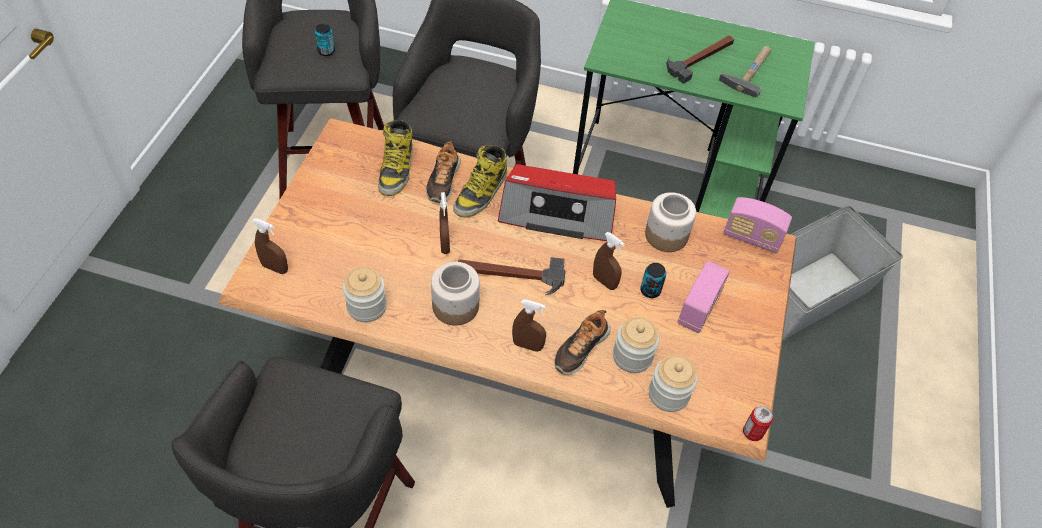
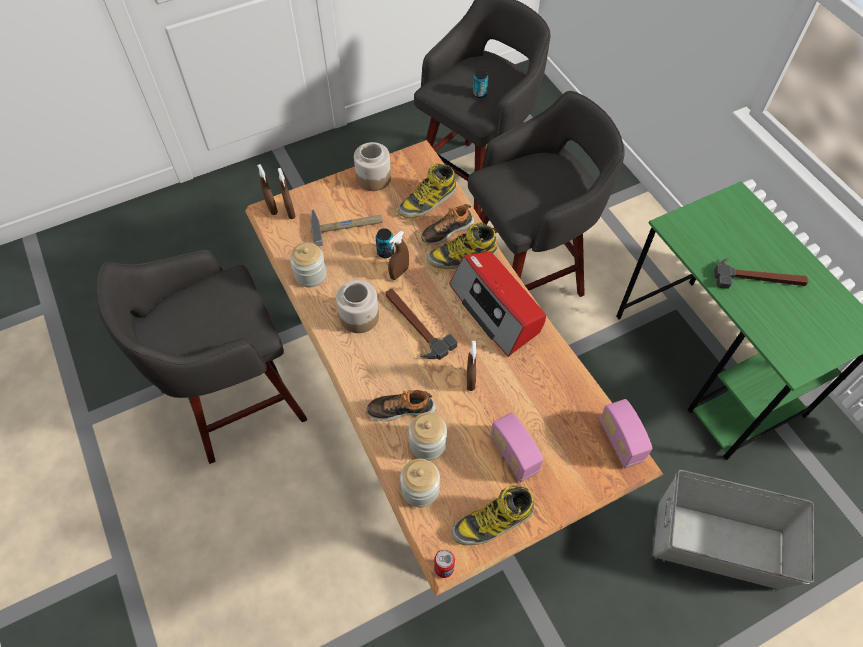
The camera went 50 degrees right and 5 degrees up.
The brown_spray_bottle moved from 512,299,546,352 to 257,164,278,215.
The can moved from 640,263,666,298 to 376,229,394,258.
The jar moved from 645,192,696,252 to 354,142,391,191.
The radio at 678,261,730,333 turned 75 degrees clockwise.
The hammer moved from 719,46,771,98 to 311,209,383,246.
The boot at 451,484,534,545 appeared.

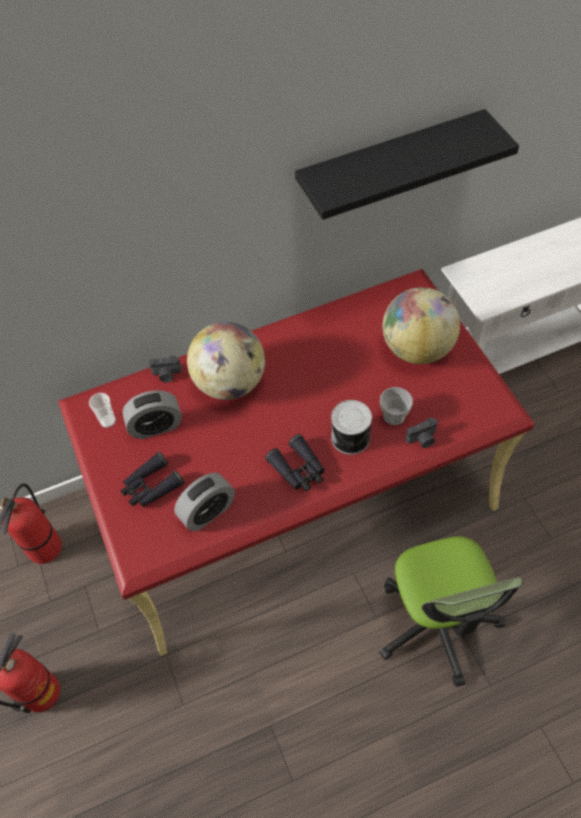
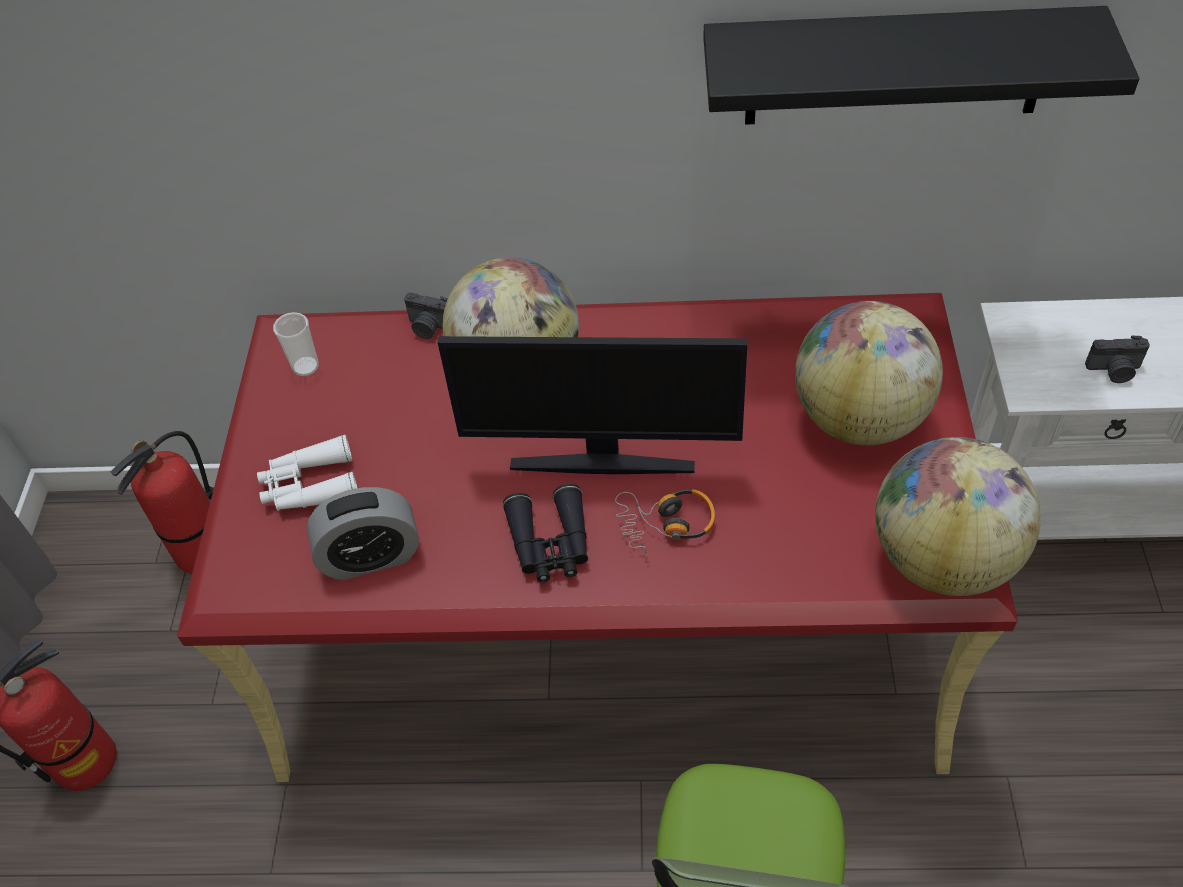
The camera went 25 degrees right and 5 degrees down.
The black_binoculars at 120,452,184,507 became the white_binoculars at 257,435,357,511.
The alarm_clock at 122,390,182,439 disappeared.
The can at 331,400,372,455 was replaced by the headphones at 615,489,715,557.
The cup at 380,387,413,425 disappeared.
The photo_camera moved from 405,418,437,448 to 1085,335,1150,383.
The monitor at 438,336,747,474 appeared.
The globe at 875,437,1041,596 appeared.

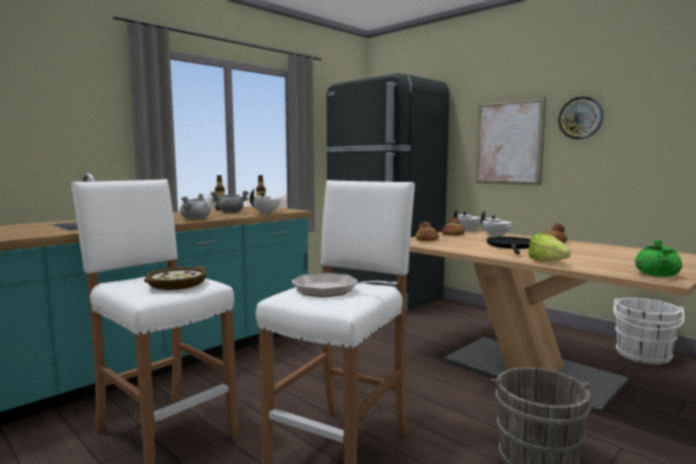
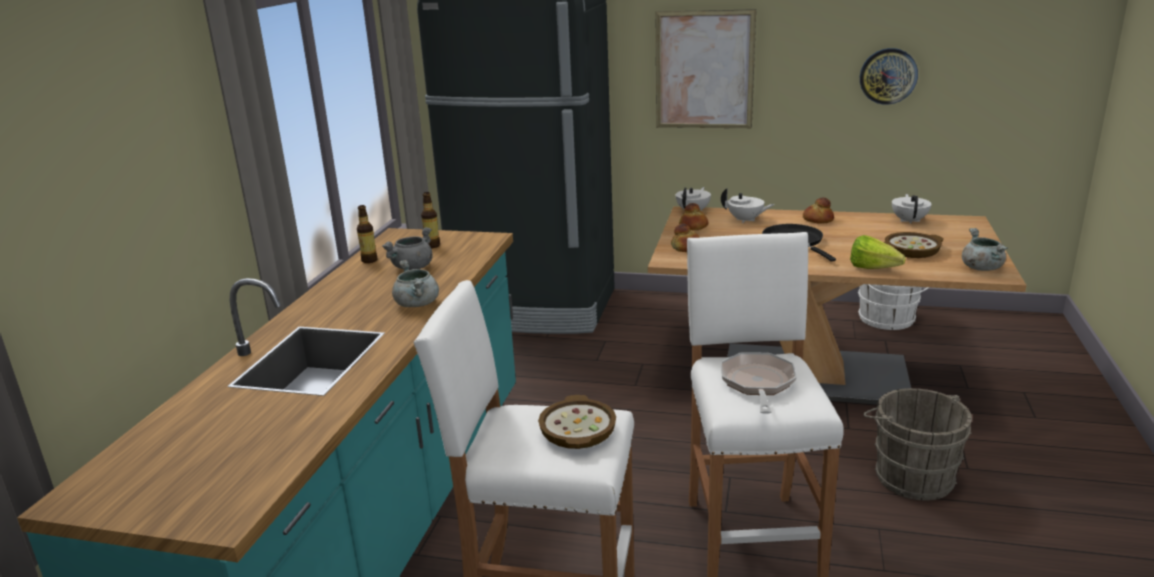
The camera went 30 degrees left and 15 degrees up.
The white_teapot moved from 250,189,283,214 to 892,194,932,224.
The frying_pan at 292,273,398,297 turned 105 degrees clockwise.
The wall_clock moved from 558,96,603,139 to 860,48,918,105.
The green_cooking_pot at 635,239,682,277 became the grey_cooking_pot at 962,228,1008,271.
The bowl at 884,232,943,258 appeared.

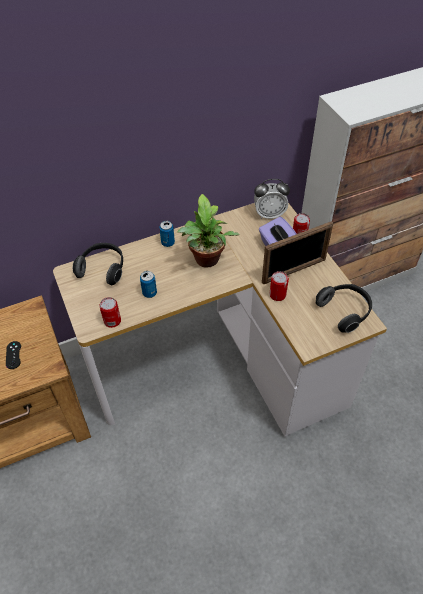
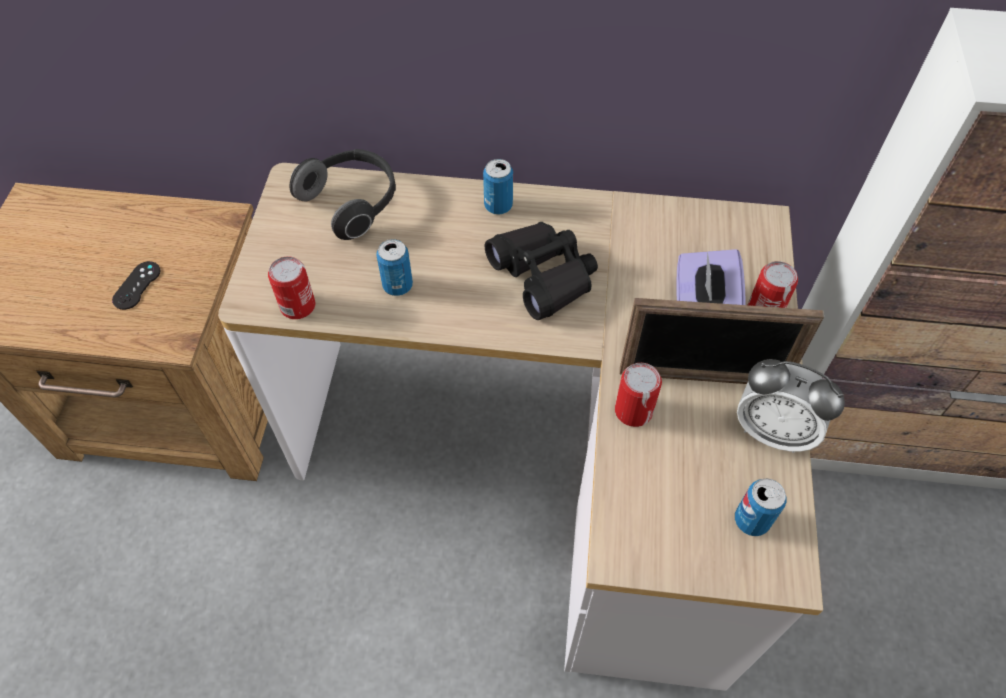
The camera went 30 degrees right and 5 degrees up.
The potted_plant at 177,194,239,267 was replaced by the black_binoculars at 485,222,598,320.
The alarm_clock moved from 254,179,290,219 to 737,359,845,453.
The headphones at 316,284,372,333 was replaced by the can at 735,478,786,536.

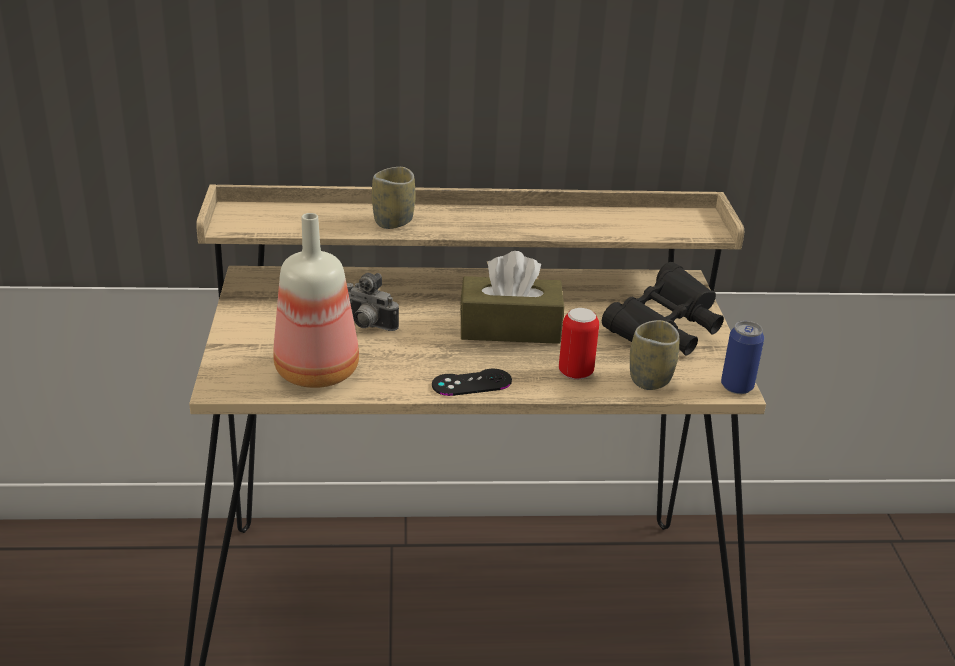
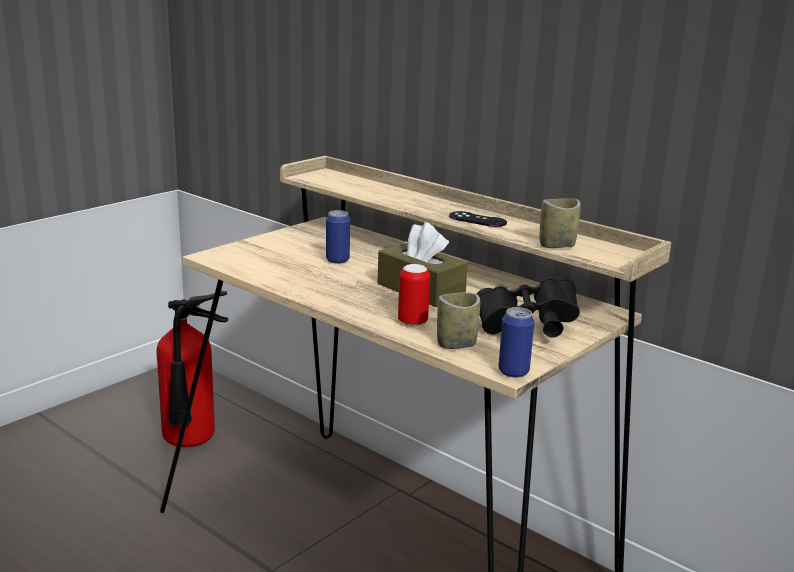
The camera went 45 degrees right and 10 degrees down.
The bottle at 273,213,359,388 disappeared.
The photo_camera at 347,273,399,331 was replaced by the can at 326,210,350,264.
The cup moved from 372,167,415,229 to 540,198,581,248.
The black_game_controller moved from 432,369,512,396 to 449,211,507,227.
The fire_extinguisher at 156,291,228,447 appeared.

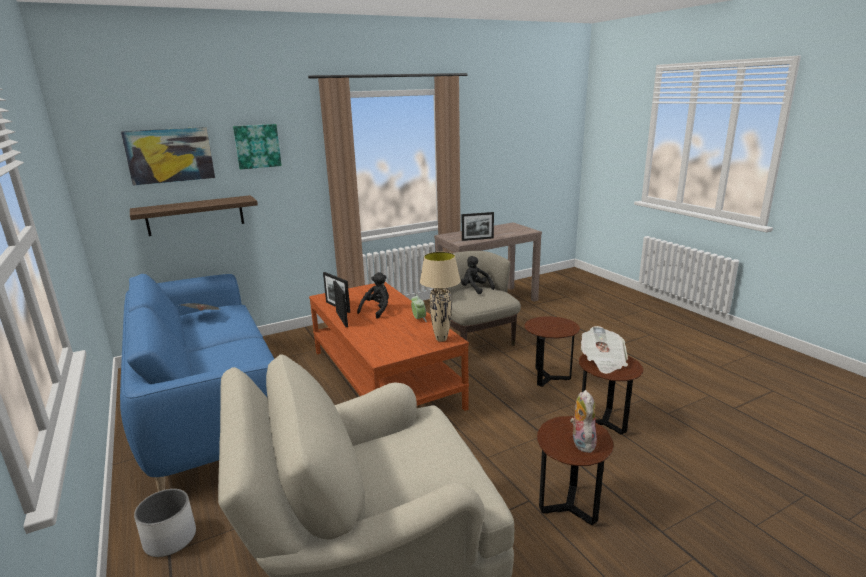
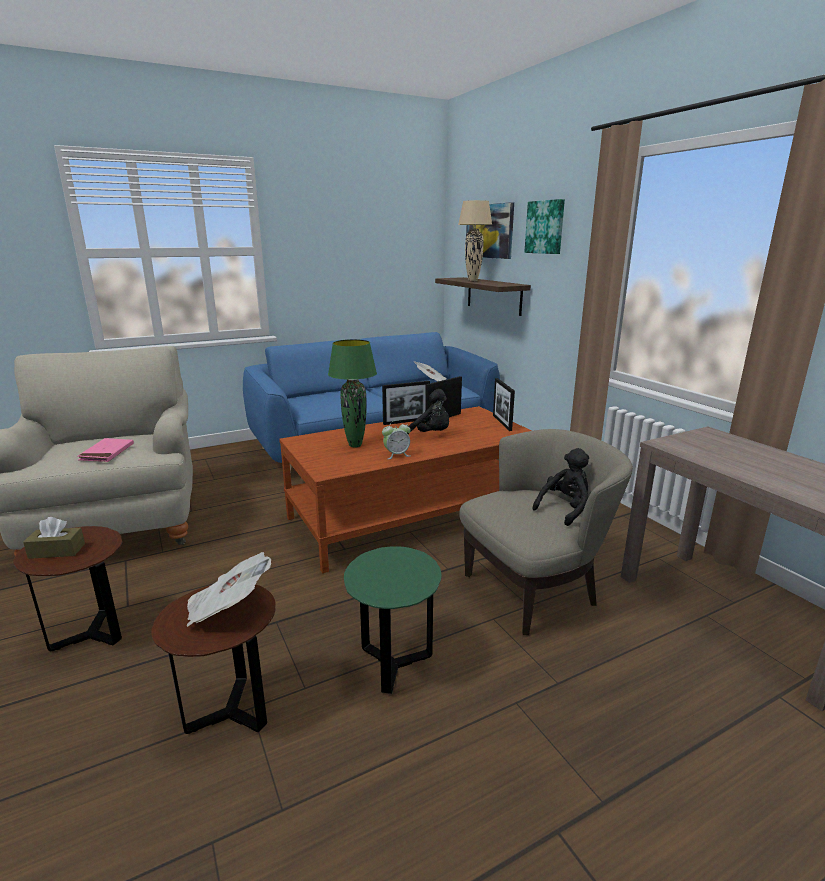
The camera went 90 degrees right and 0 degrees up.
The white_planter at 134,489,196,557 disappeared.
The beige_table_lamp moved from 420,252,461,342 to 458,200,492,281.
The picture_frame moved from 462,212,494,241 to 493,378,515,431.
The brown_side_table at 525,316,580,387 became the green_side_table at 344,546,441,694.
The plush_toy at 570,390,597,453 was replaced by the brown_tissue_box at 23,517,85,559.
The pink_book at 77,438,134,462 appeared.
The green_table_lamp at 328,339,377,448 appeared.

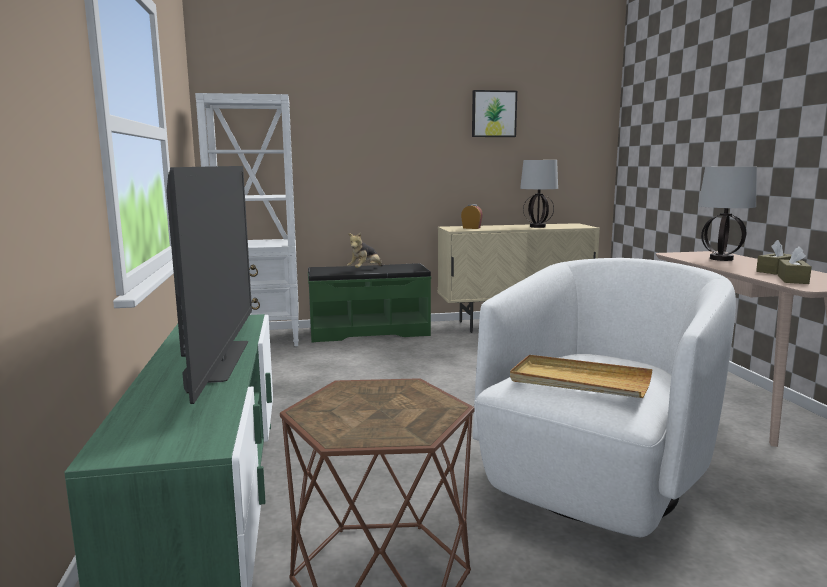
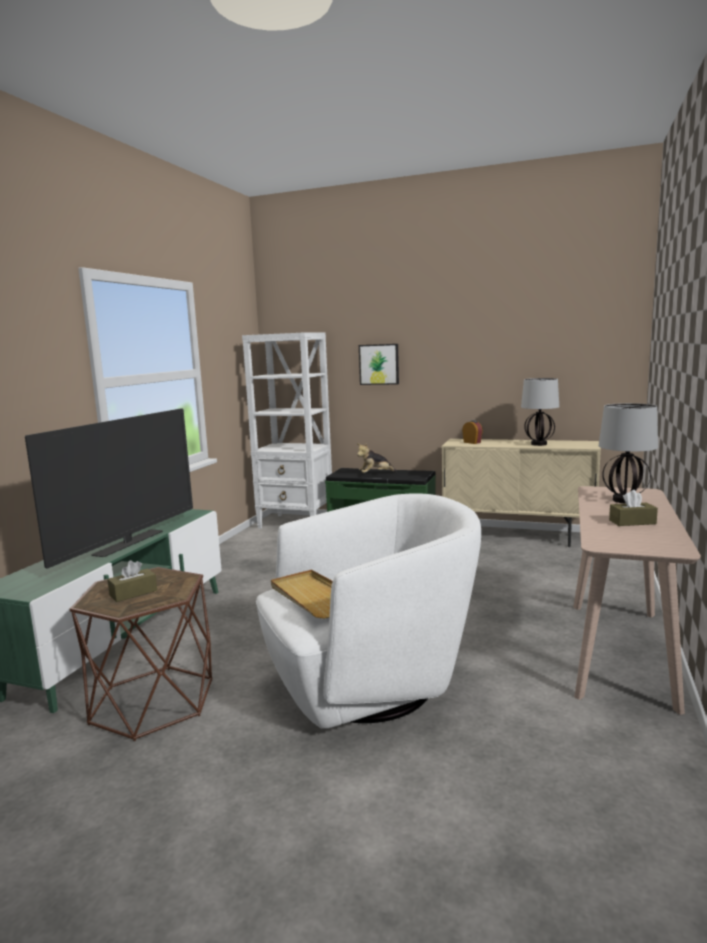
The camera went 30 degrees right and 0 degrees up.
The picture moved from 472,90,517,137 to 359,344,399,385.
The brown_tissue_box moved from 778,246,812,284 to 107,560,157,602.

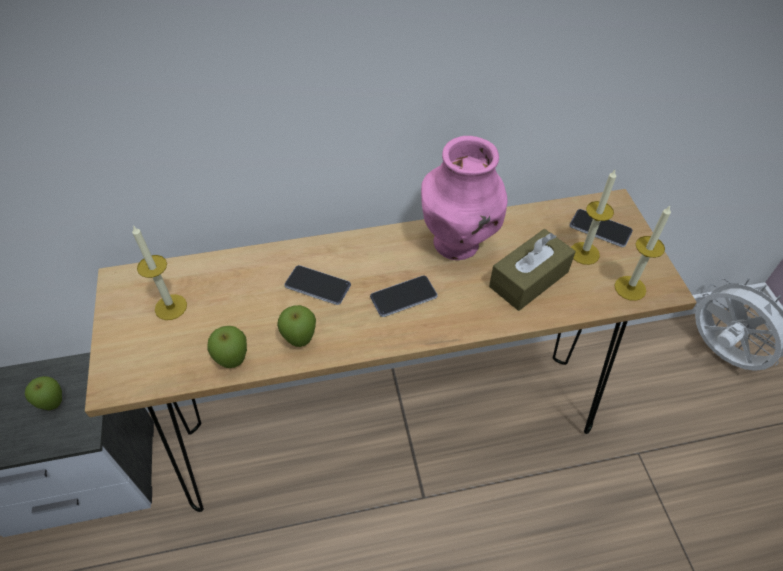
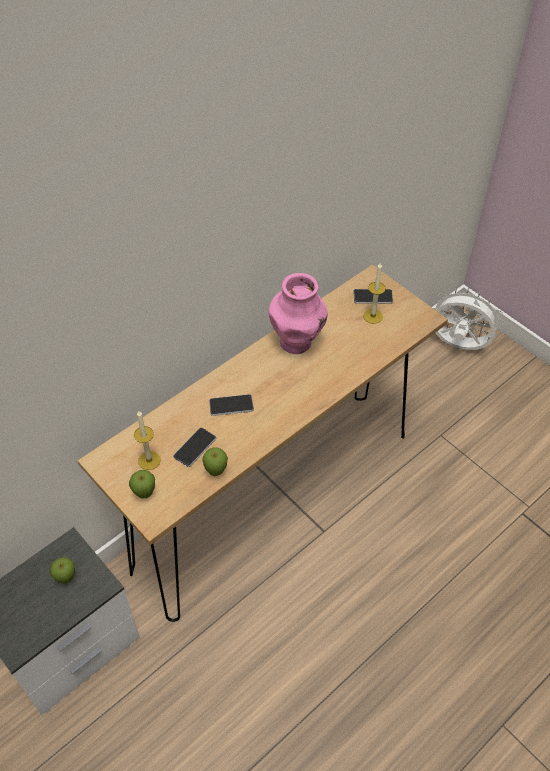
The camera went 30 degrees left and 0 degrees up.
The apple moved from 277,305,316,347 to 129,470,155,498.
The phone moved from 370,275,438,317 to 173,428,216,467.
The brown_tissue_box at 489,229,576,311 disappeared.
The candle at 615,206,671,301 disappeared.

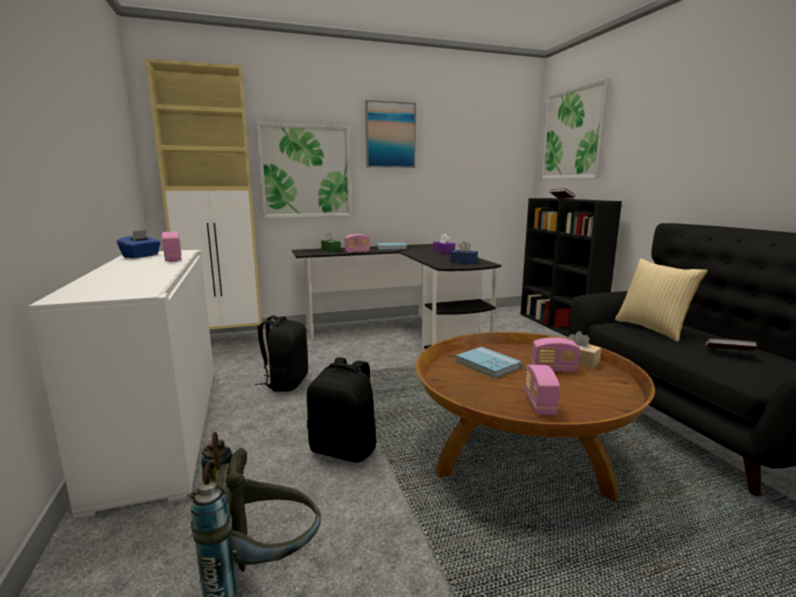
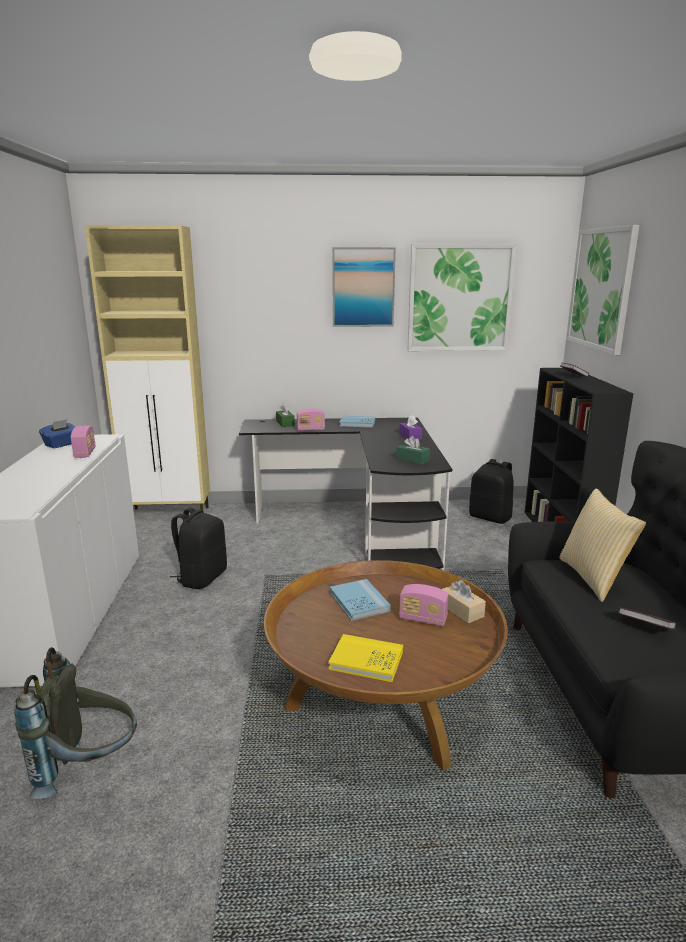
The camera went 15 degrees right and 5 degrees up.
The picture moved from 257,122,352,218 to 408,244,517,351.
The black_backpack moved from 307,357,377,462 to 469,459,513,524.
The blue_tissue_box at 450,241,478,264 became the green_tissue_box at 396,436,430,465.
The radio at 524,365,560,415 was replaced by the yellow_book at 328,634,403,682.

